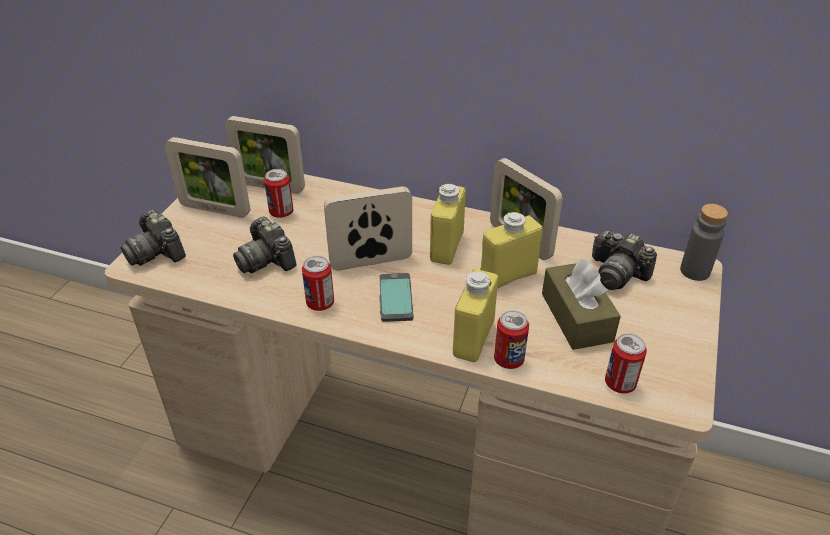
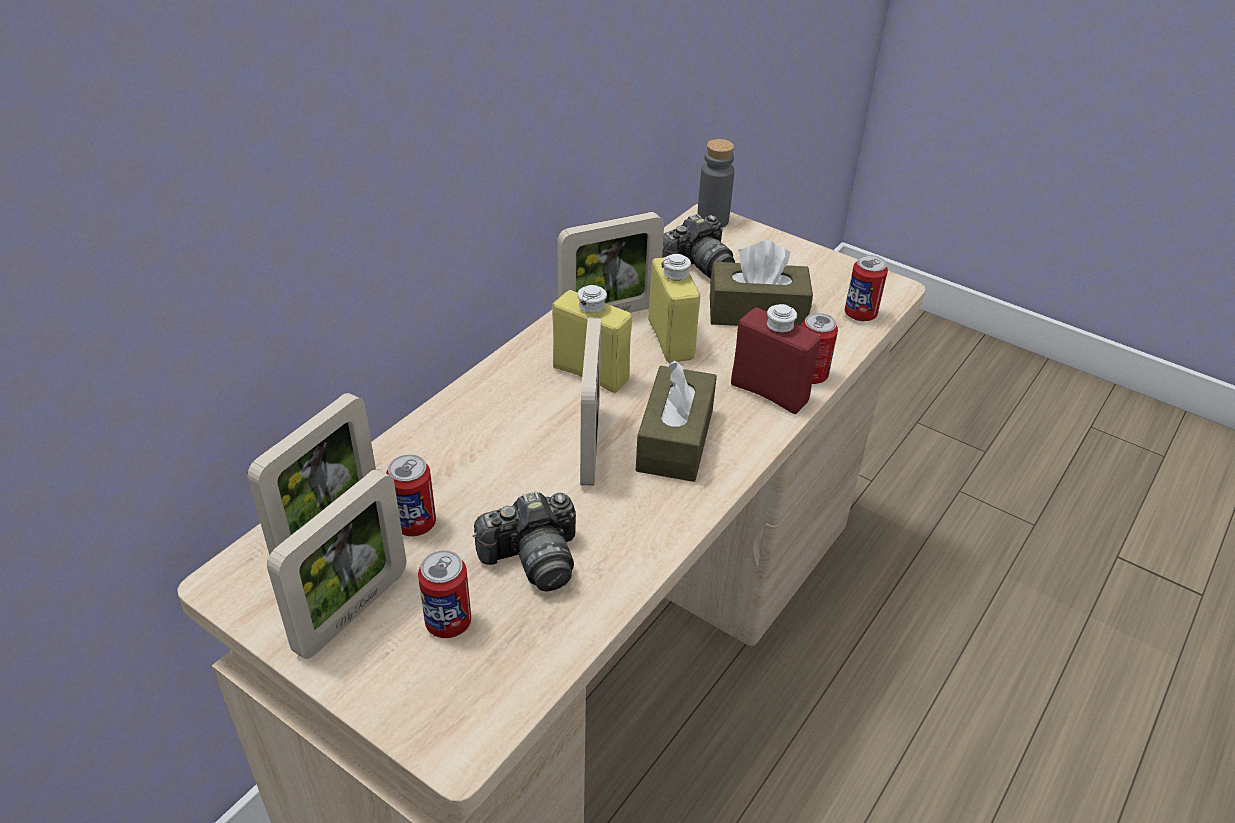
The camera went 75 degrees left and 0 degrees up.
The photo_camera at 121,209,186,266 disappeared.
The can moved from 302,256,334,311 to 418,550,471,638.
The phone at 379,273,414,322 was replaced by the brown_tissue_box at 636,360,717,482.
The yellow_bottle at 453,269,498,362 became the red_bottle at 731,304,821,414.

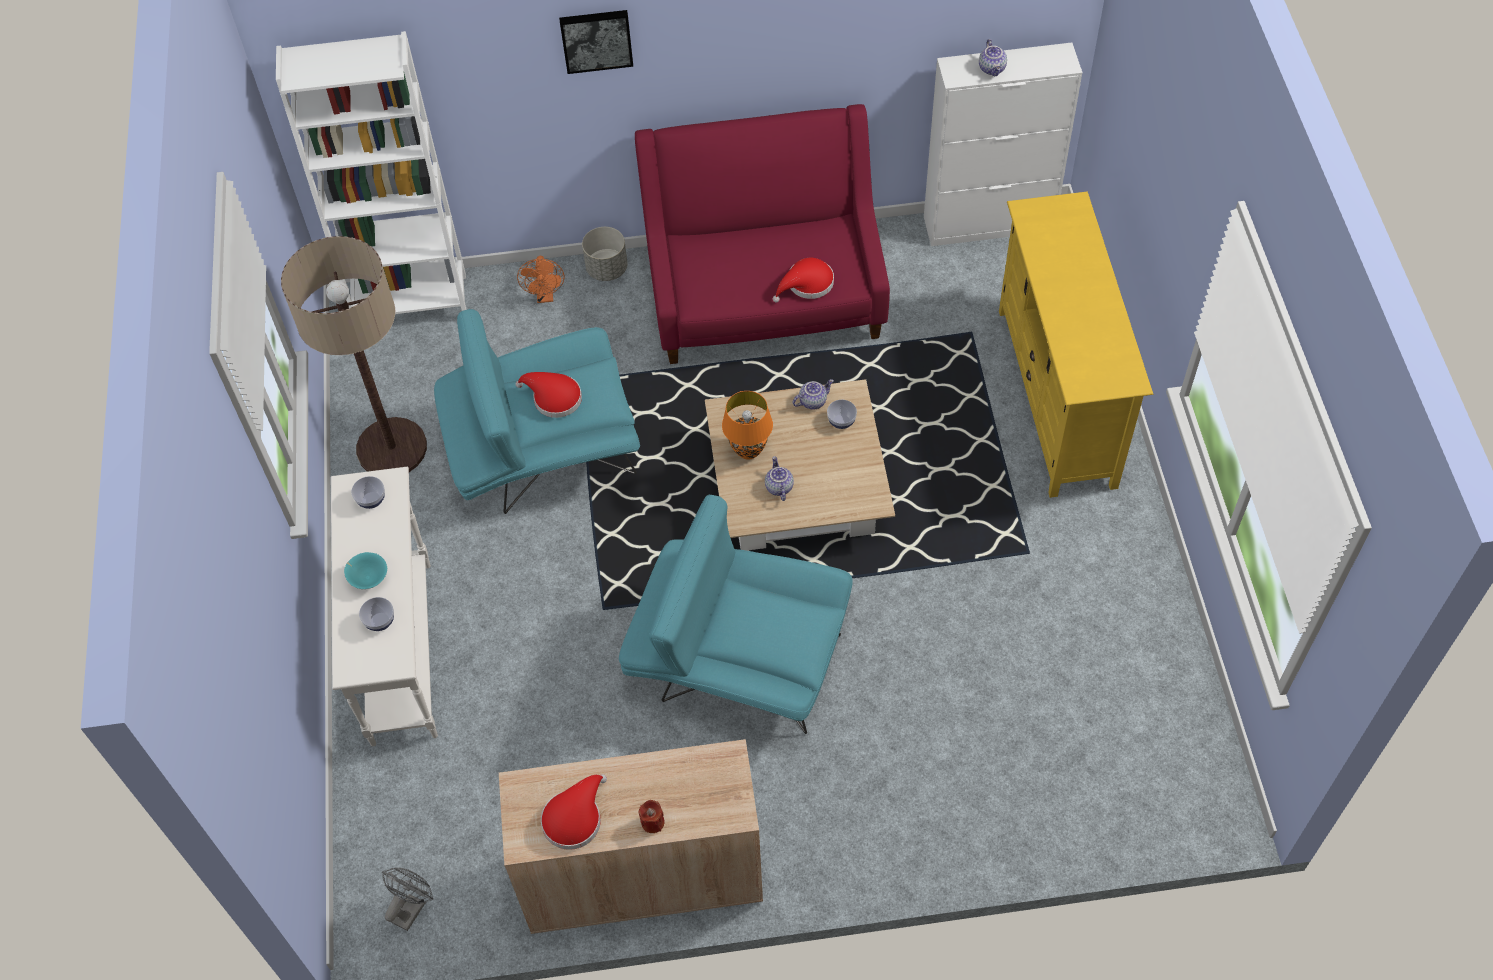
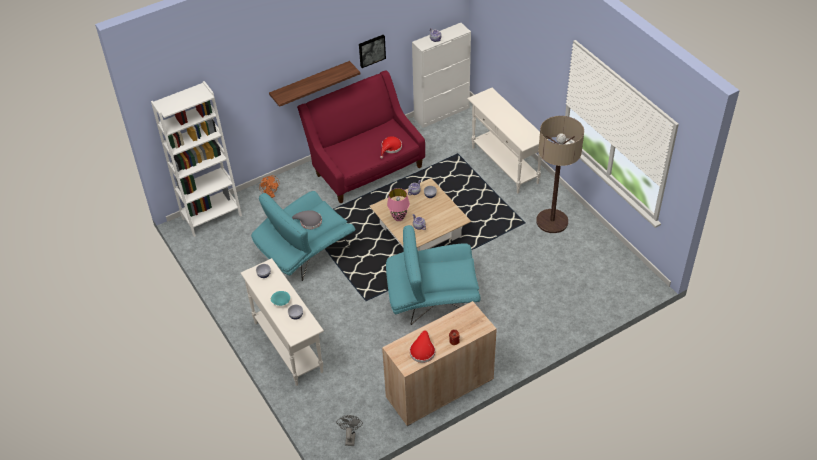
The camera went 25 degrees left and 10 degrees down.
The floor_lamp moved from 281,236,427,472 to 536,116,584,233.
The red_hat at 516,372,582,418 became the grey_hat at 292,210,322,229.
The picture moved from 559,10,633,74 to 359,35,386,68.
The grey_planter at 582,227,628,281 disappeared.
The orange_table_lamp at 722,391,773,460 became the pink_table_lamp at 387,188,410,221.
The yellow_tv_stand at 999,192,1153,498 was replaced by the white_console_table at 467,88,548,193.
The shelf at 269,61,360,107 appeared.

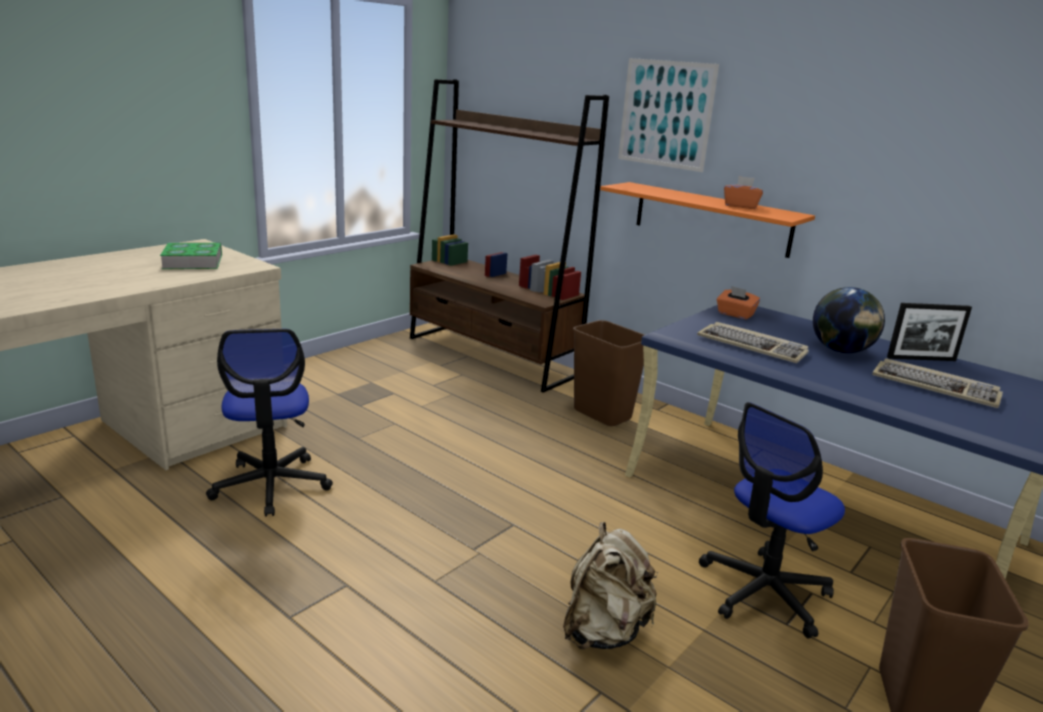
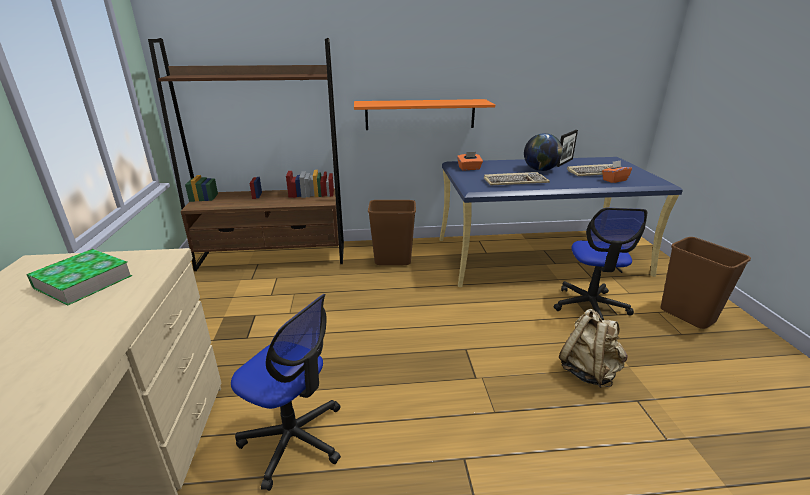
The camera went 45 degrees left and 5 degrees up.
The picture at 618,58,719,172 disappeared.
The orange_tissue_box moved from 724,176,763,209 to 602,160,632,183.

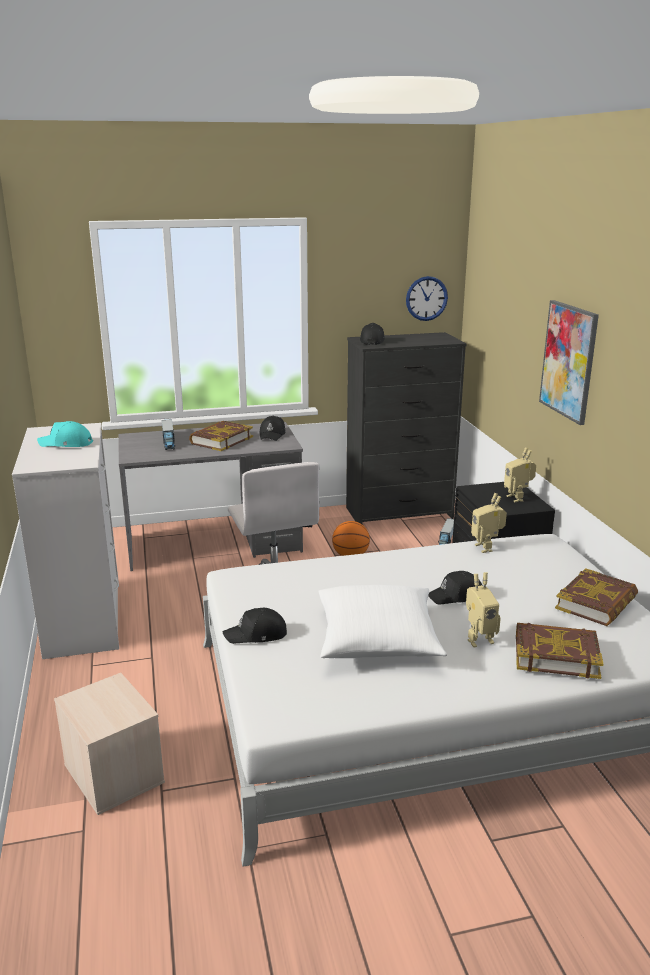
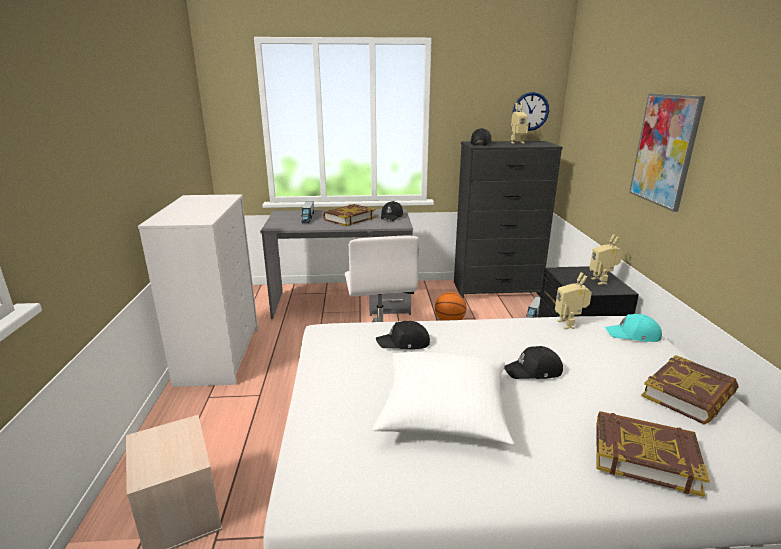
The camera went 10 degrees right and 0 degrees up.
The turquoise_cap moved from 37,421,93,447 to 605,314,662,342.
The black_cap moved from 223,608,287,644 to 376,321,430,349.
The toy_robot moved from 466,572,501,647 to 511,103,528,144.

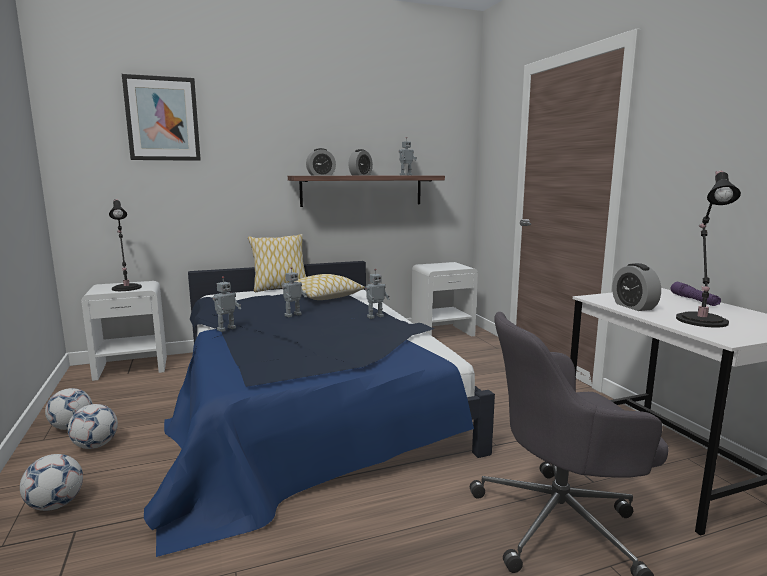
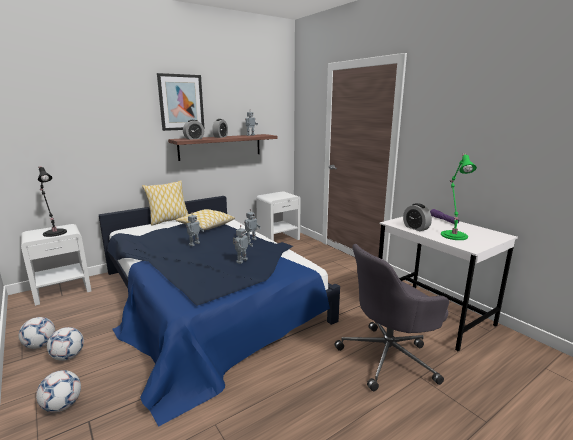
The camera went 15 degrees left and 5 degrees up.
The picture moved from 122,74,201,161 to 157,73,205,131.
The toy_robot moved from 213,276,241,332 to 233,225,253,264.
The black_table_lamp at 676,171,741,328 became the green_table_lamp at 441,153,477,240.

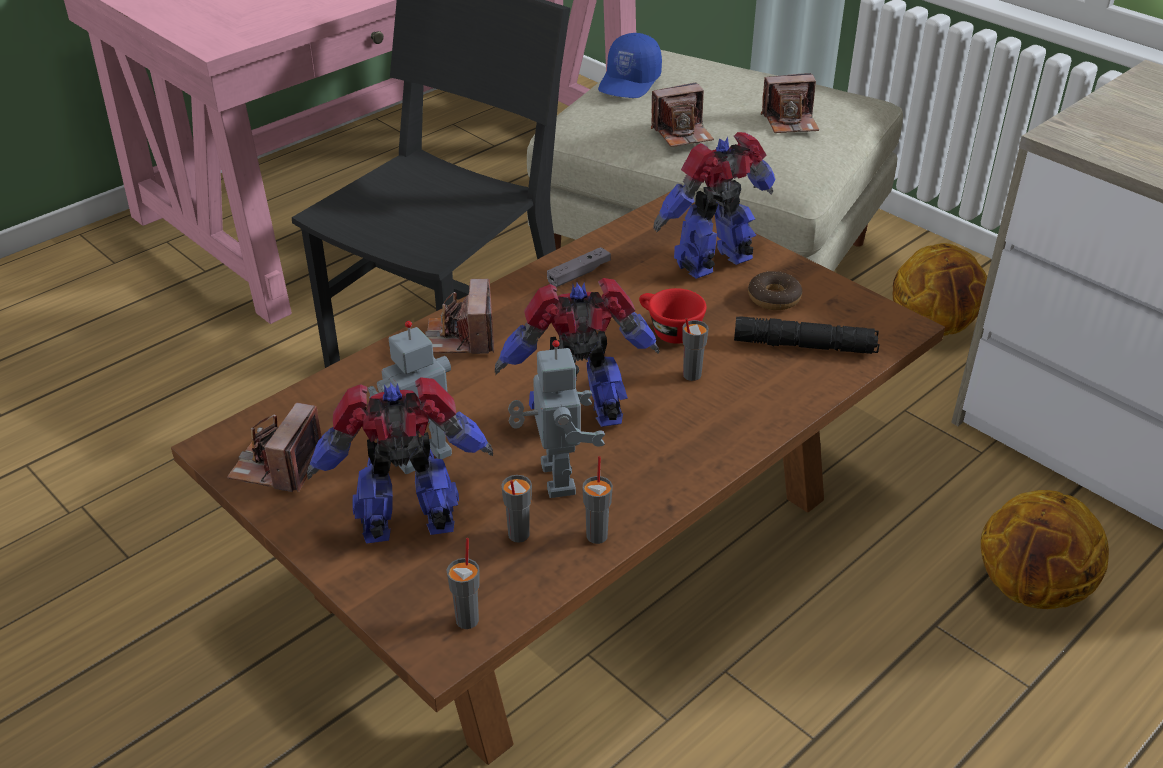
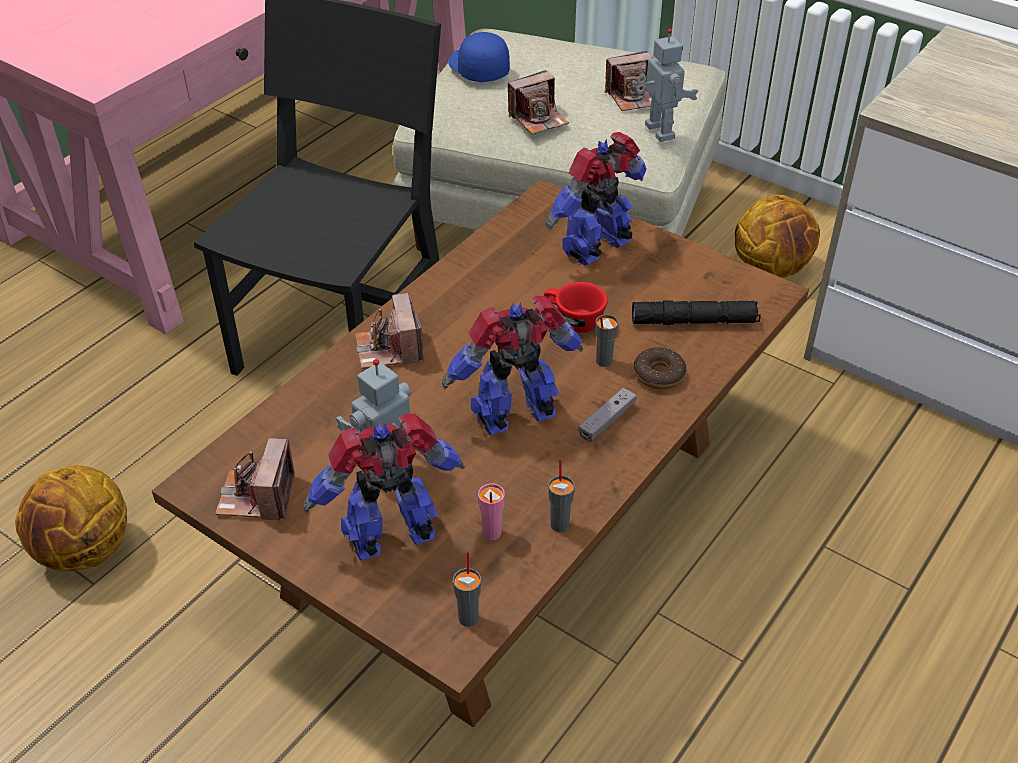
The camera went 10 degrees left and 5 degrees up.
The grey_cup at 501,475,532,543 became the pink_cup at 478,484,505,540.
The toy_robot moved from 508,340,605,498 to 636,29,698,142.
The grey_game_controller moved from 547,247,611,287 to 579,388,636,442.
The blue_cap at 598,33,662,98 turned 135 degrees clockwise.
The donut moved from 748,271,802,310 to 634,347,686,389.
The basketball moved from 981,490,1109,609 to 15,465,127,571.

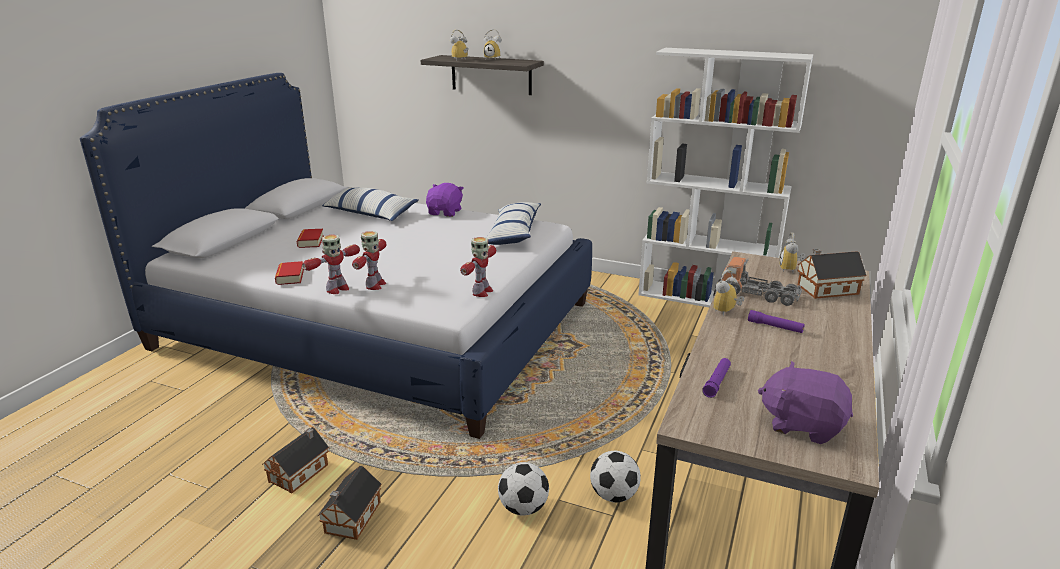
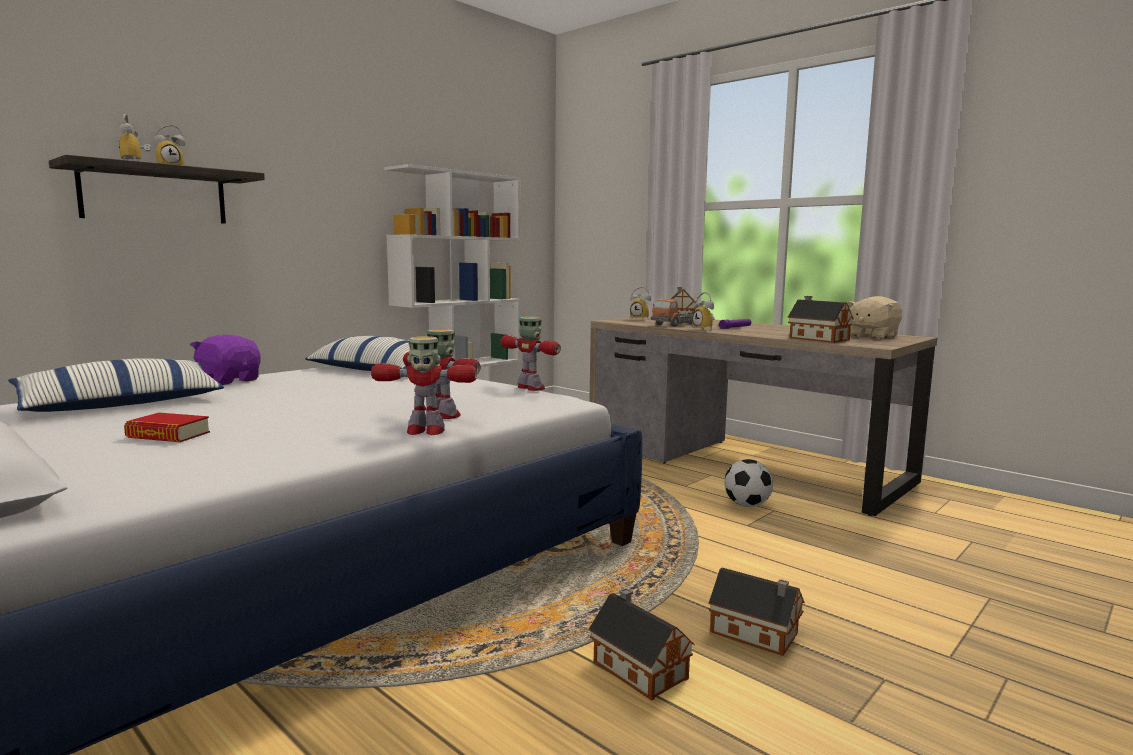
The camera went 70 degrees left and 15 degrees down.
The book at 275,261,304,285 disappeared.
The toy_robot at 302,234,360,294 turned 120 degrees clockwise.
The football at 498,462,549,515 disappeared.
The purple_flashlight at 702,358,731,398 was replaced by the toy_house at 787,296,854,343.
The purple_plush_toy at 758,361,853,444 became the beige_plush_toy at 847,296,902,339.

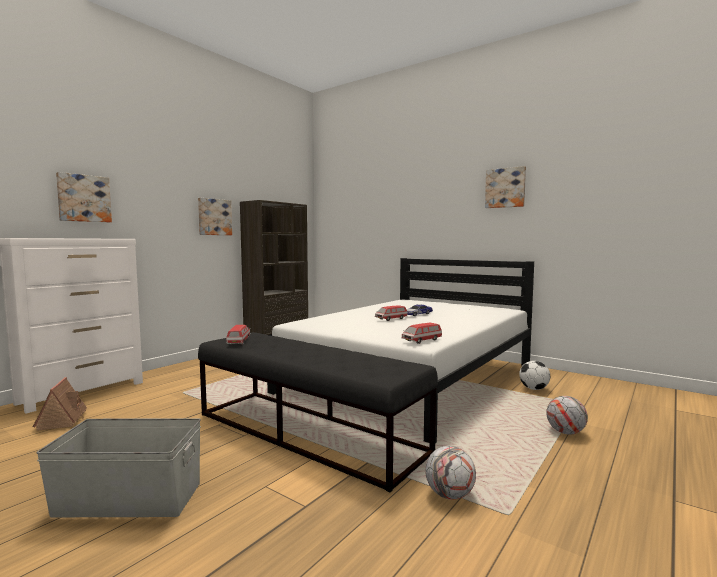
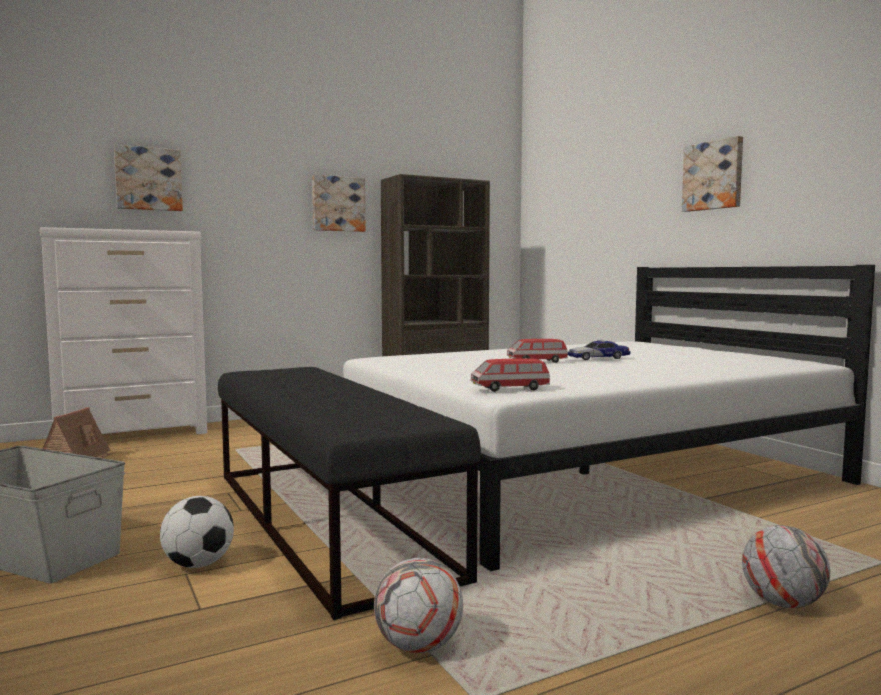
The camera went 25 degrees right and 0 degrees up.
The toy_car at 226,325,251,345 disappeared.
The picture moved from 485,166,526,208 to 682,136,743,212.
The football moved from 519,361,550,390 to 160,496,234,568.

